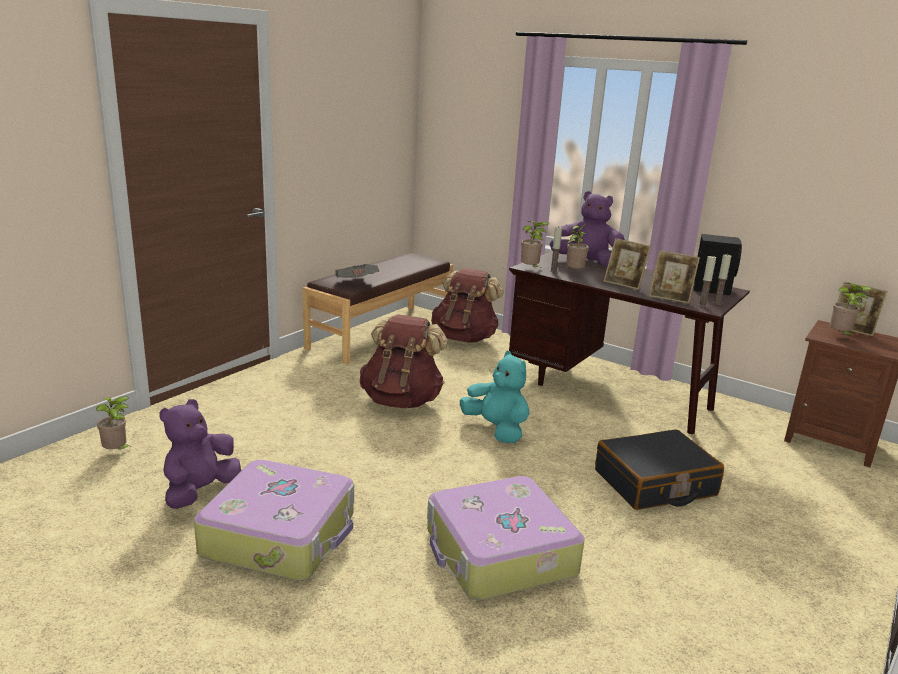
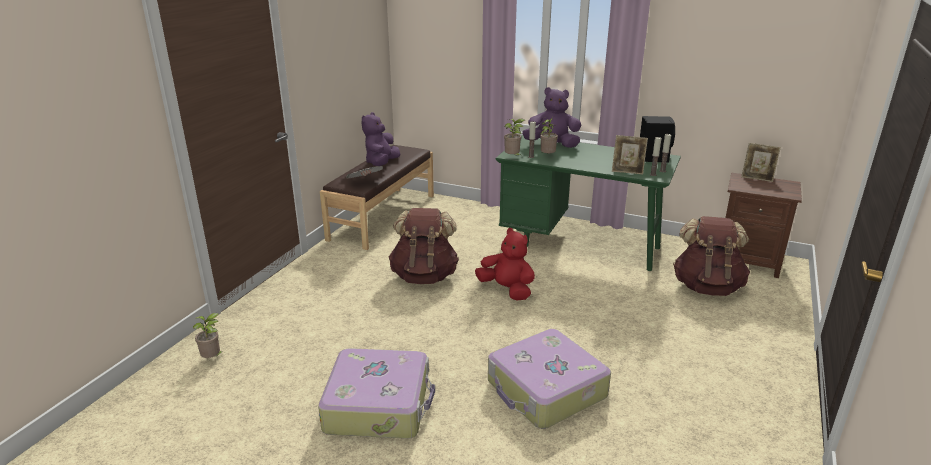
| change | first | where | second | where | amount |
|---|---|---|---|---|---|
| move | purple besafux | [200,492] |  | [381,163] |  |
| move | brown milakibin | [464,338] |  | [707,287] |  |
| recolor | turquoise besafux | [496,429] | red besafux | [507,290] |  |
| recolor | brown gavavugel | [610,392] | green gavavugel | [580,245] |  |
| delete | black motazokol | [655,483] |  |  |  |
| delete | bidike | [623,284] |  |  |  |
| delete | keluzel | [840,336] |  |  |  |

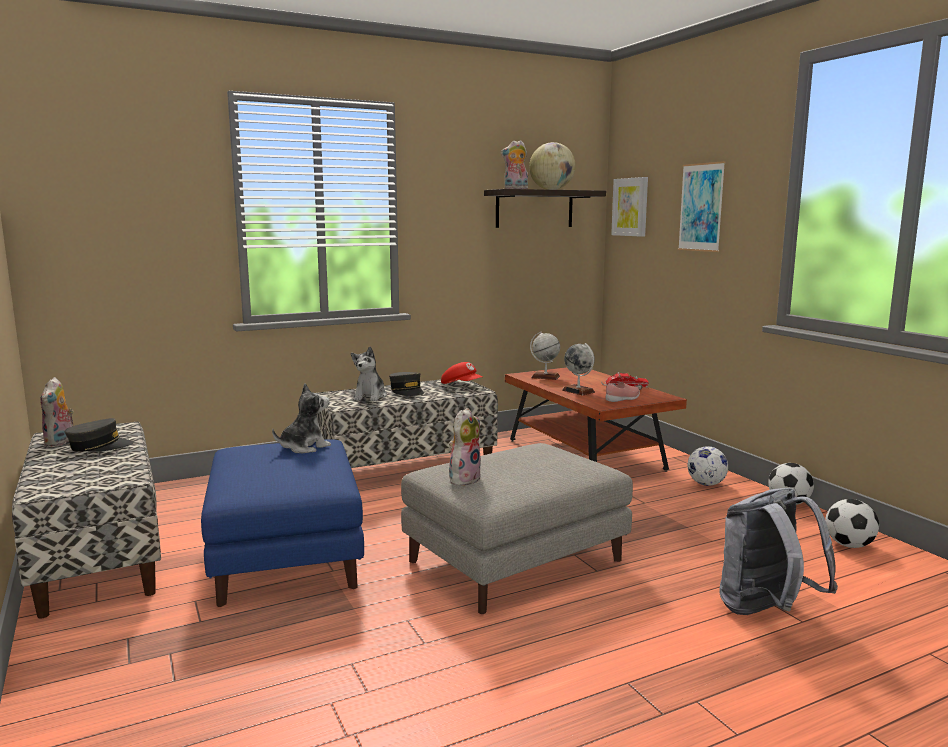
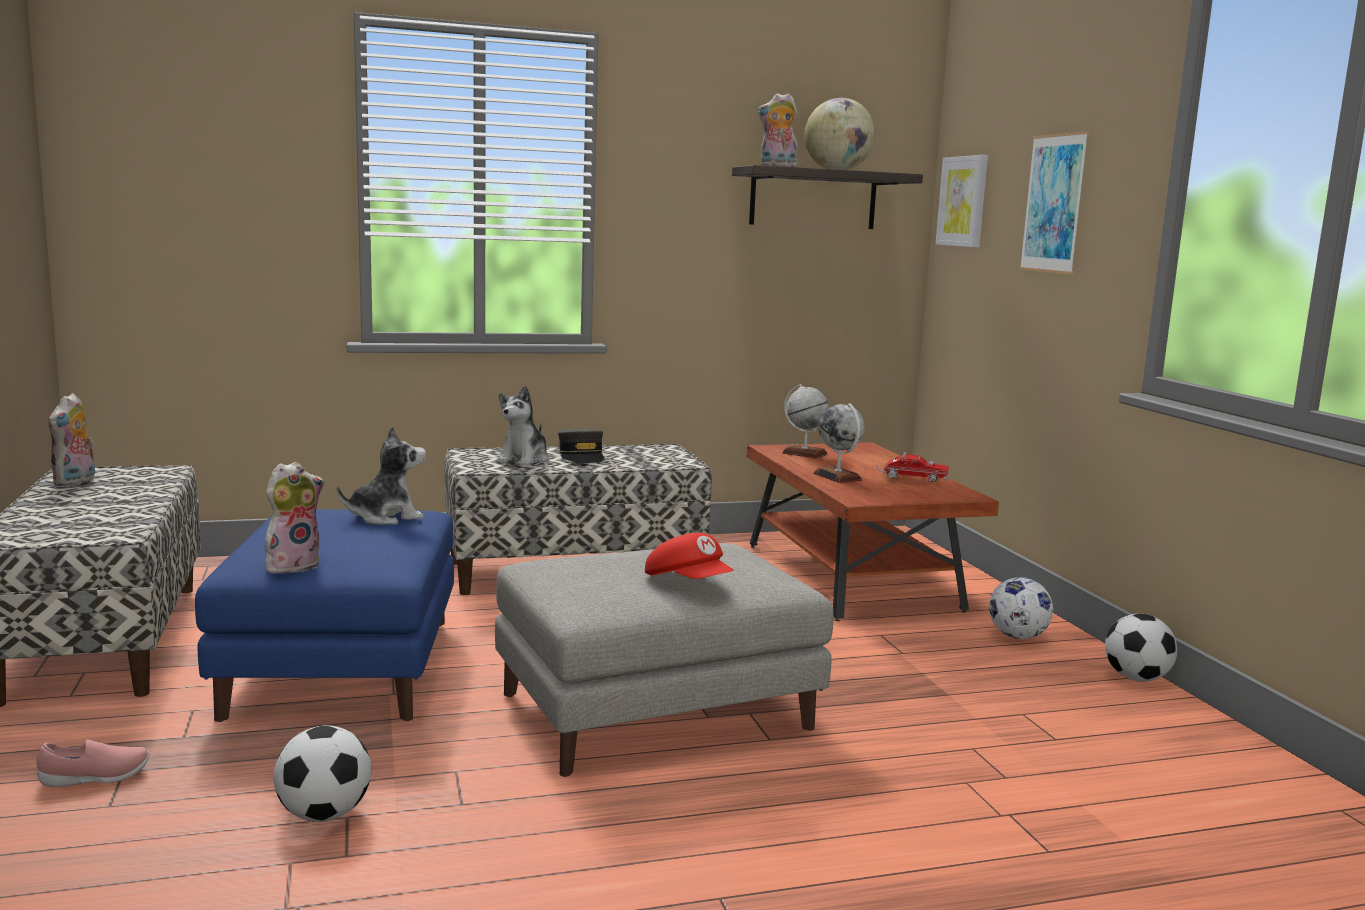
| change | first | where | second | where | amount |
|---|---|---|---|---|---|
| delete | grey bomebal | [99,446] |  |  |  |
| move | red bomebal | [462,385] |  | [689,583] |  |
| move | besafux | [464,479] |  | [293,565] |  |
| move | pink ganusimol | [623,399] |  | [95,778] |  |
| delete | grey milakibin | [765,611] |  |  |  |
| move | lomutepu | [849,545] |  | [324,815] |  |

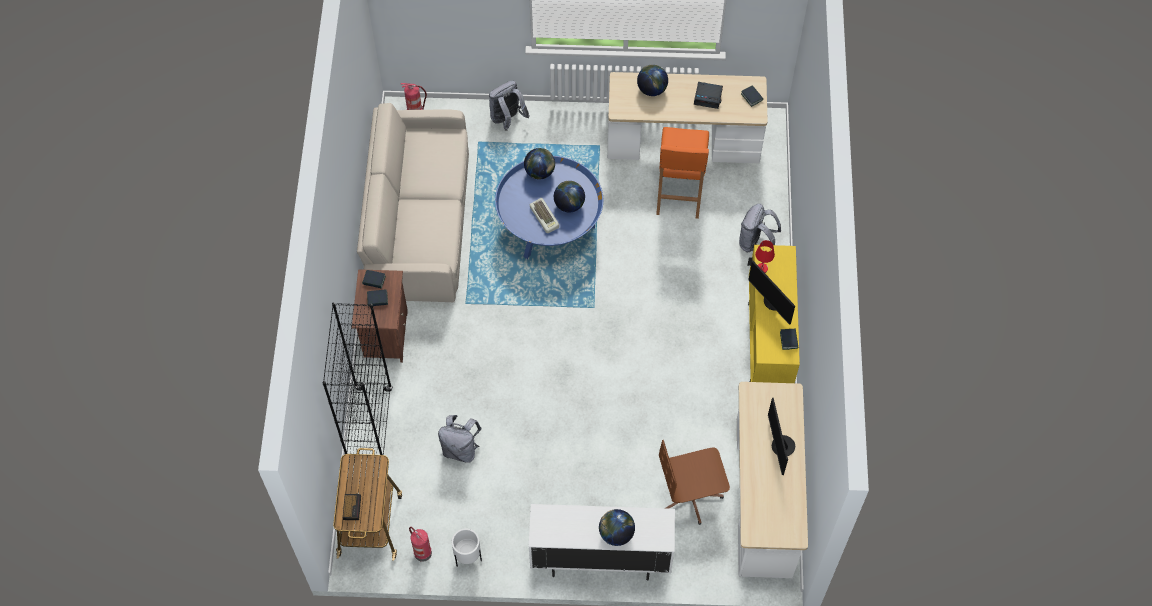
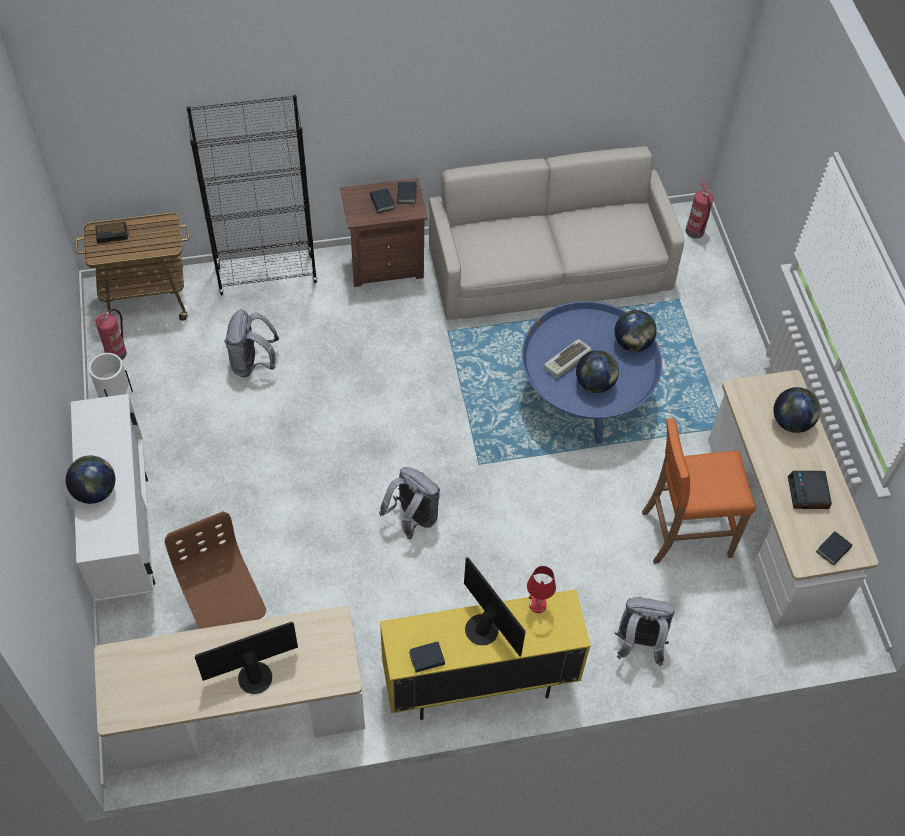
| change | first | where | second | where | amount |
|---|---|---|---|---|---|
| move | grey milakibin | [507,119] |  | [412,519] |  |
| rotate | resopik | [772,302] |  | [485,627] | 105 degrees clockwise |

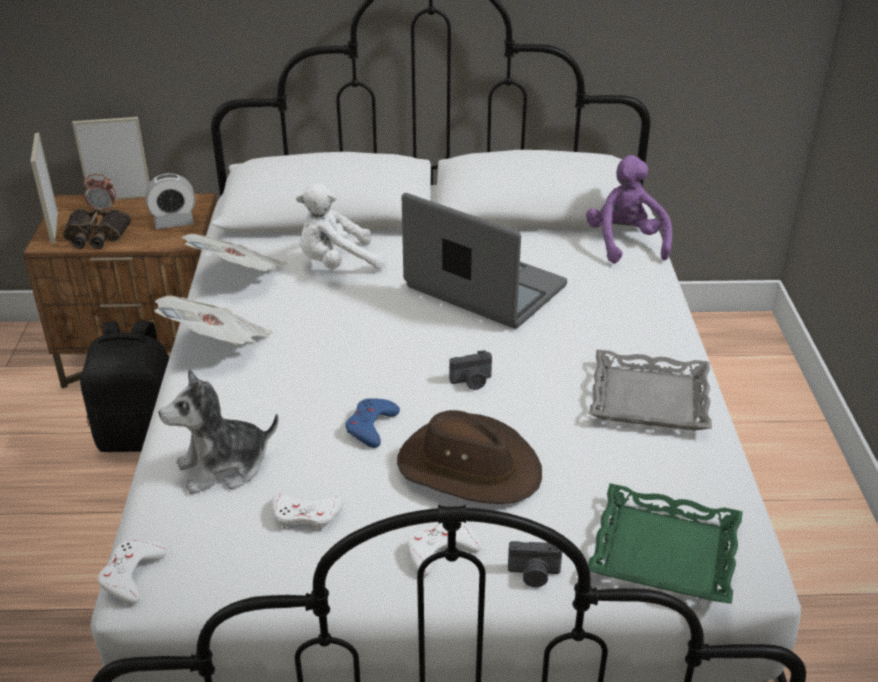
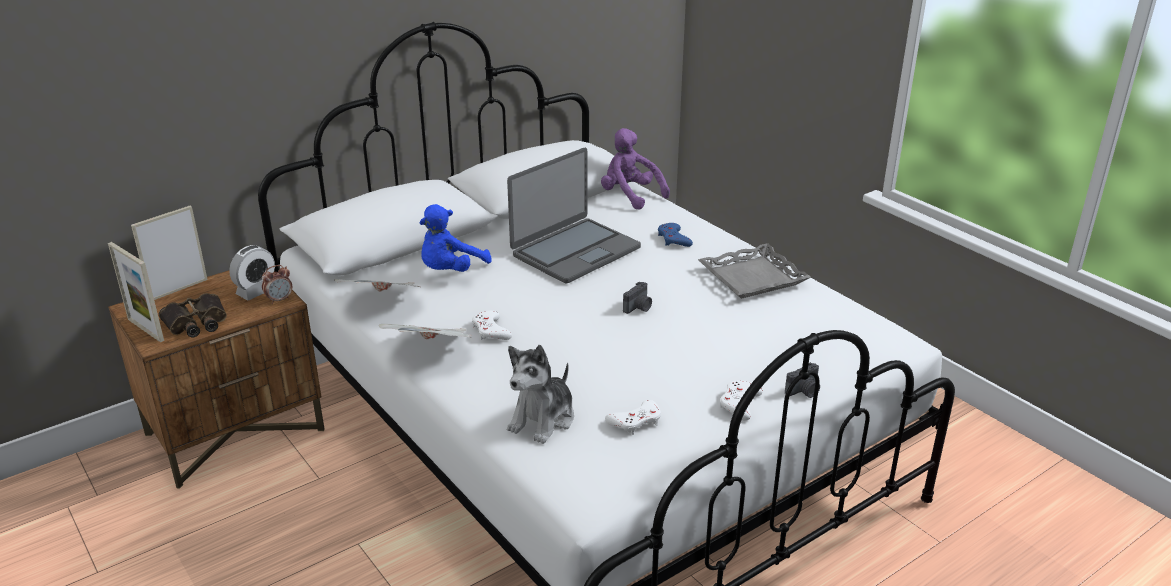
| change | first | where | second | where | amount |
|---|---|---|---|---|---|
| delete | black milakibin | [142,436] |  |  |  |
| move | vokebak | [103,210] |  | [279,300] |  |
| move | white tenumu | [131,575] |  | [491,330] |  |
| recolor | white besafux | [337,264] | blue besafux | [450,271] |  |
| move | blue tenumu | [371,426] |  | [673,239] |  |
| delete | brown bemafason | [468,467] |  |  |  |
| rotate | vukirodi | [484,288] |  | [575,251] | 135 degrees clockwise |
| delete | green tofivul | [665,551] |  |  |  |

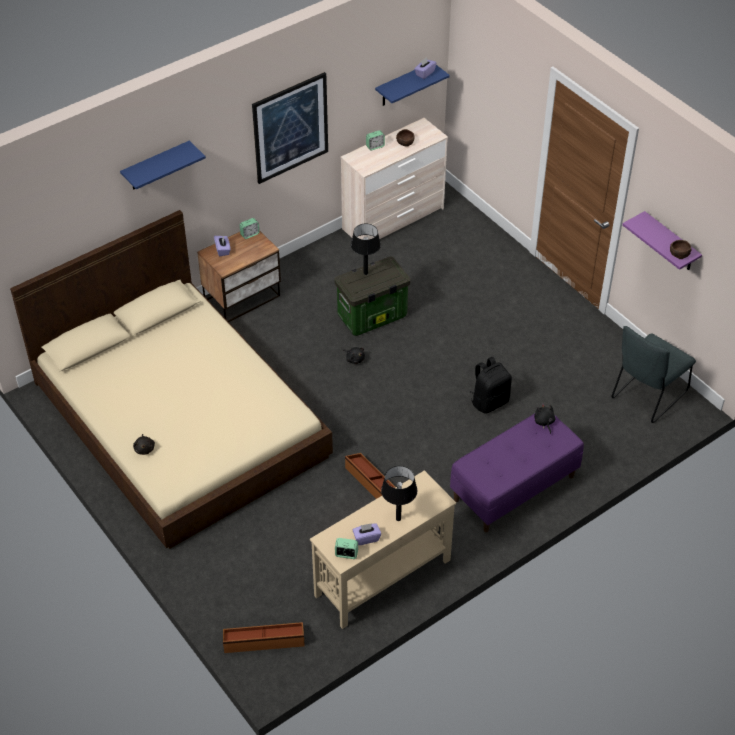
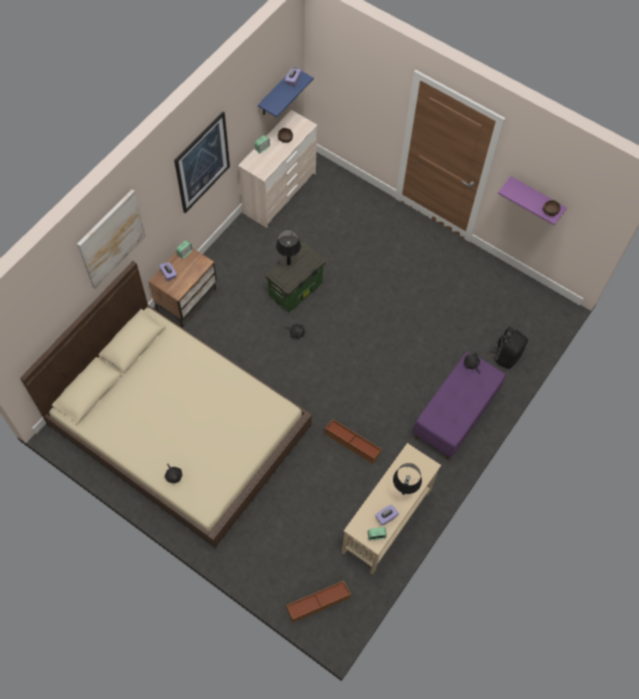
| change | first | where | second | where | amount |
|---|---|---|---|---|---|
| replace | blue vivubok | [156,166] | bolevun | [111,239] |  |
| move | black milakibin | [489,401] |  | [506,356] |  |
| delete | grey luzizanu | [647,396] |  |  |  |

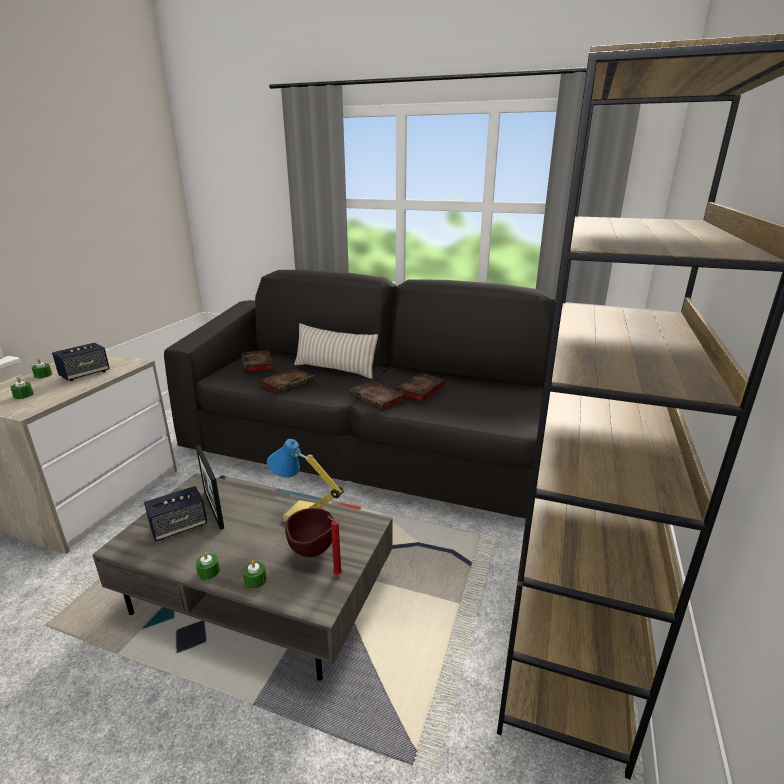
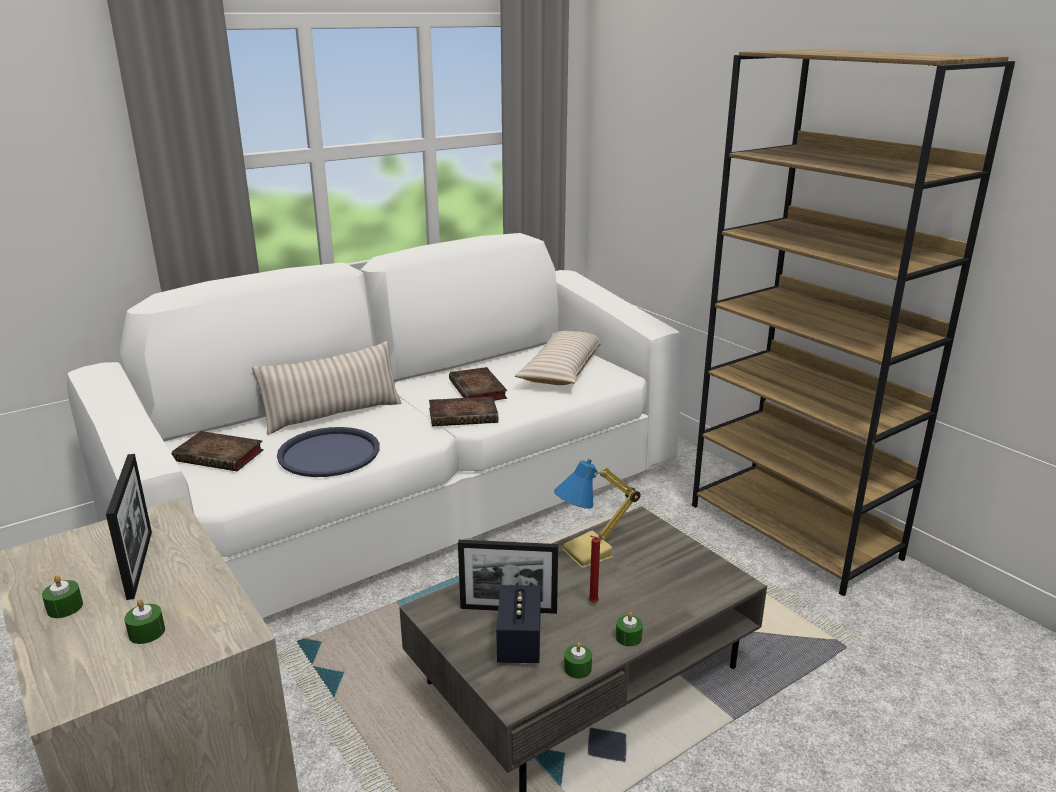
| change | first | where | second | where | amount |
|---|---|---|---|---|---|
| replace | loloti | [85,374] | bidike | [139,564] |  |
| recolor | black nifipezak | [378,452] | white nifipezak | [416,504] |  |
| move | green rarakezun | [255,580] |  | [577,668] |  |
| replace | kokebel | [287,383] | blue tofivul | [329,453] |  |
| delete | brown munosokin | [311,553] |  |  |  |
| move | red rarakezun | [336,574] |  | [592,603] |  |
| insert |  |  | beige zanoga | [562,370] |  |

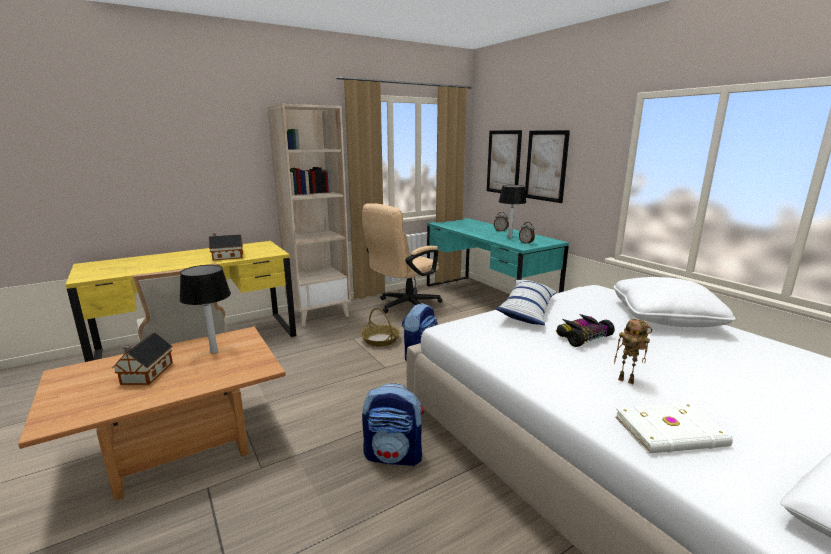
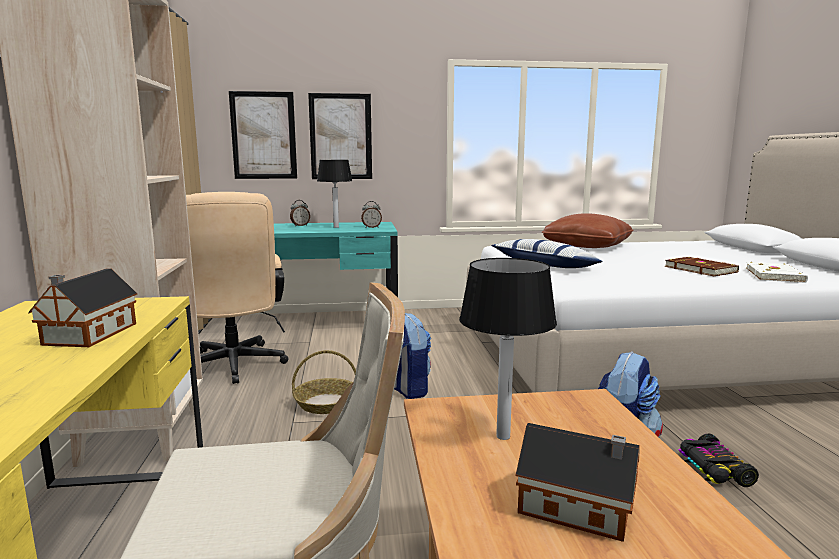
| change | first | where | second | where | amount |
|---|---|---|---|---|---|
| move | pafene | [582,337] |  | [713,469] |  |
| recolor | white zanoga | [665,317] | brown zanoga | [586,246] |  |
| replace | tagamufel | [627,380] | brown kokebel | [700,269] |  |

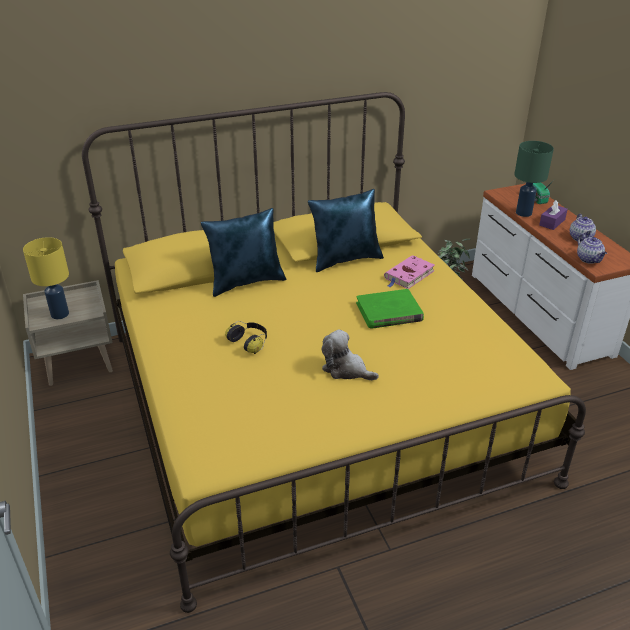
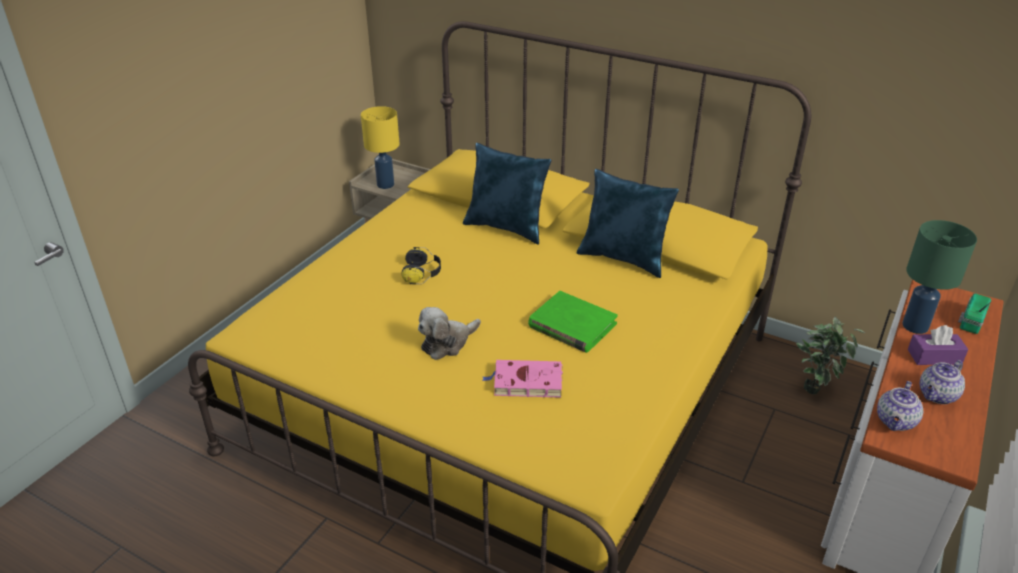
| change | first | where | second | where | amount |
|---|---|---|---|---|---|
| rotate | besafux | [346,369] |  | [447,343] | 120 degrees counterclockwise |
| move | pink kokebel | [408,275] |  | [525,382] |  |

